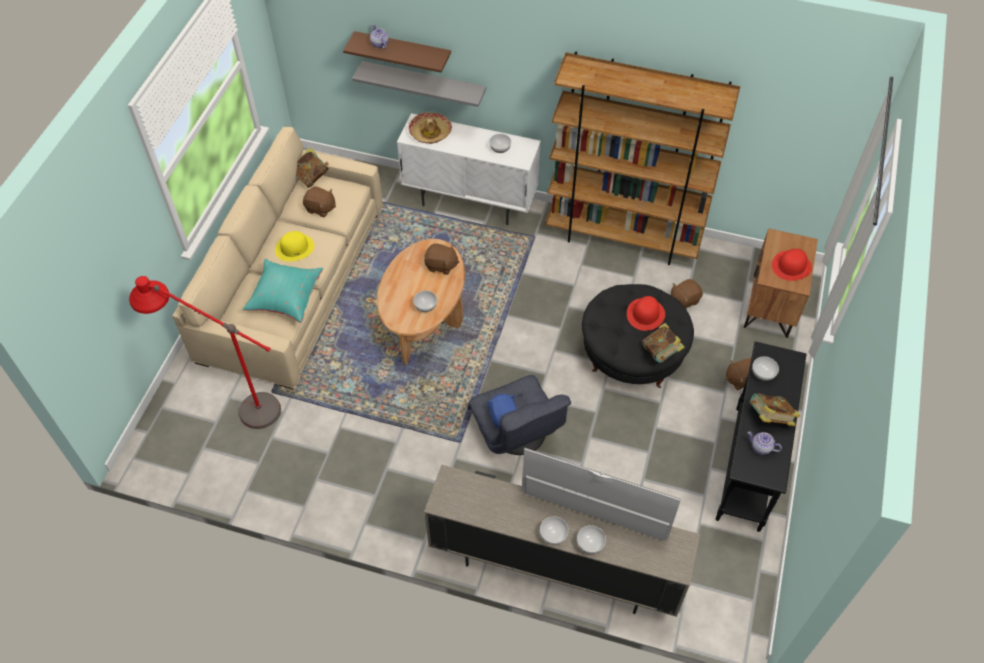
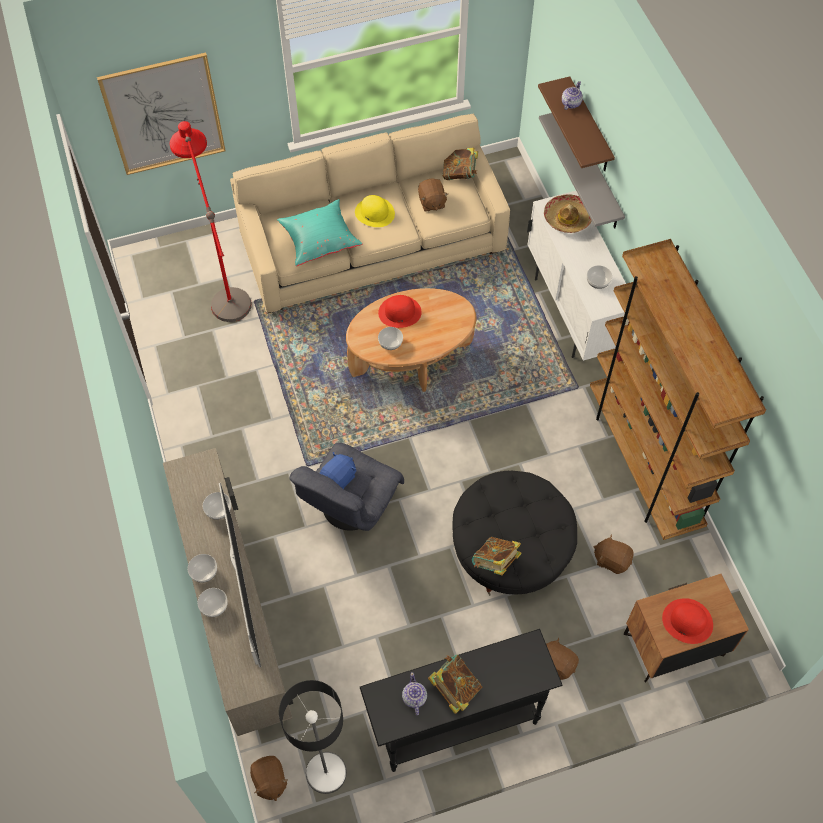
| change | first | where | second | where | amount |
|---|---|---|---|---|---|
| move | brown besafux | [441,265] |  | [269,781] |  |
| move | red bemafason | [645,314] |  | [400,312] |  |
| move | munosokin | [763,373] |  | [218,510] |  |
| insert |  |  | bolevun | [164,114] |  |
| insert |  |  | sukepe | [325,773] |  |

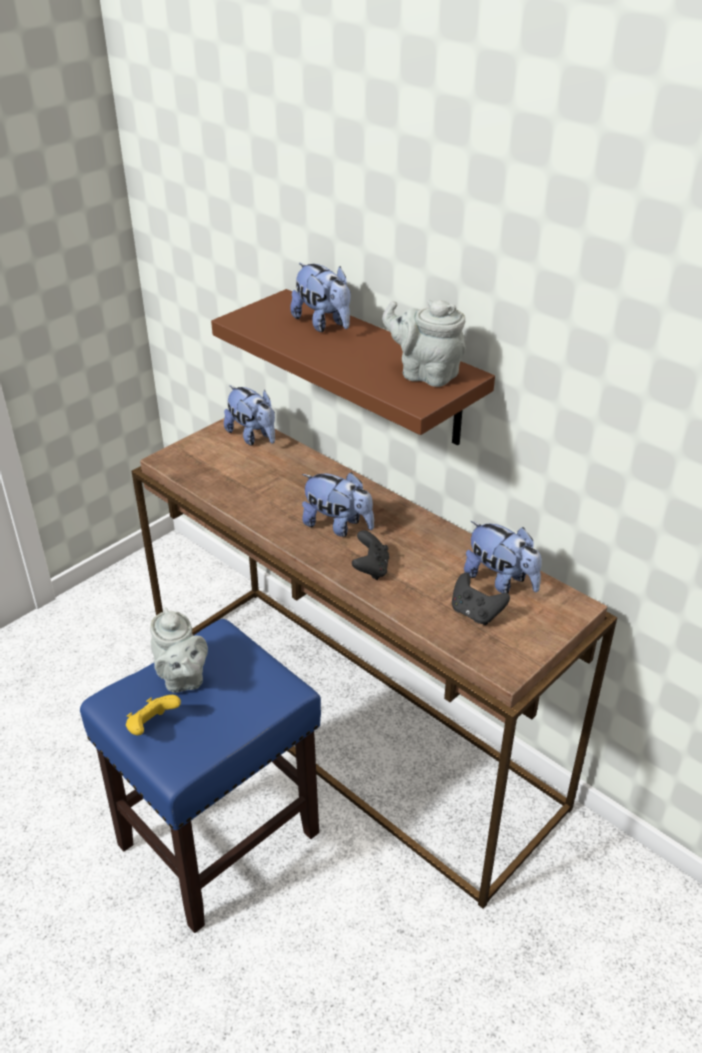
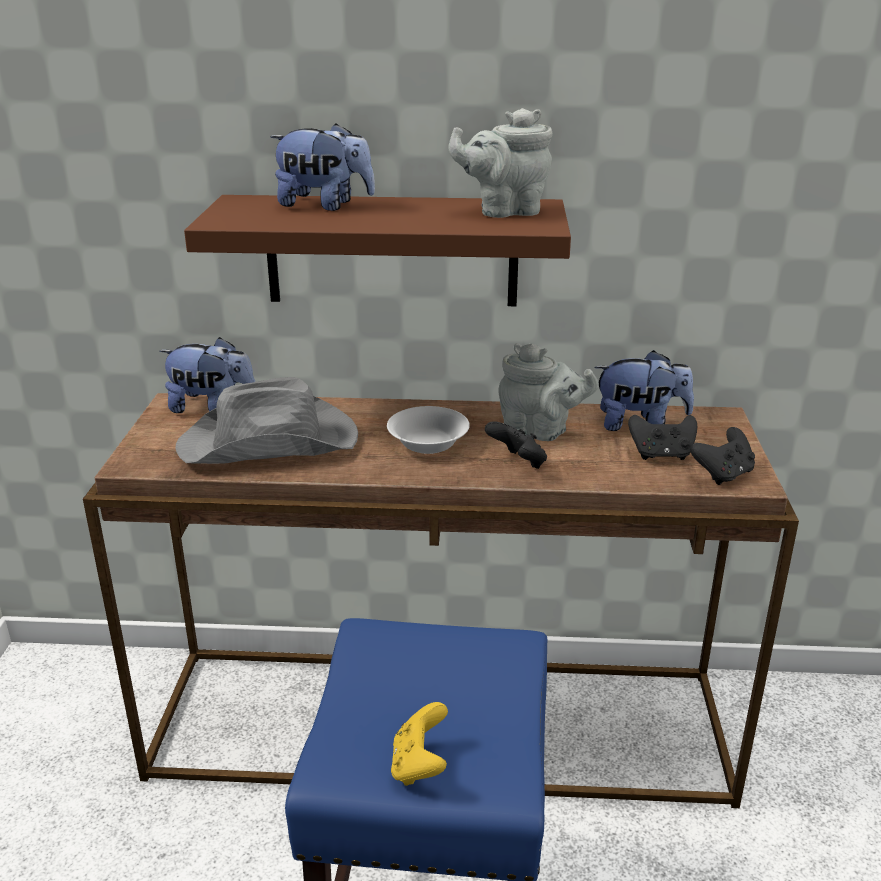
| change | first | where | second | where | amount |
|---|---|---|---|---|---|
| move | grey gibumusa | [182,679] |  | [540,432] |  |
| replace | besafux | [338,526] | white munosokin | [429,444] |  |
| insert |  |  | grey bemafason | [270,443] |  |
| insert |  |  | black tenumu | [723,475] |  |

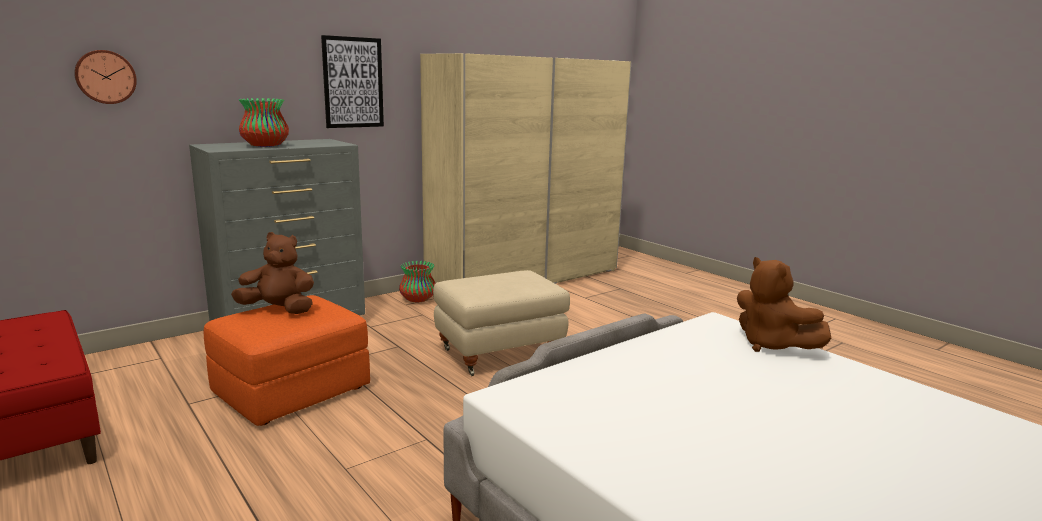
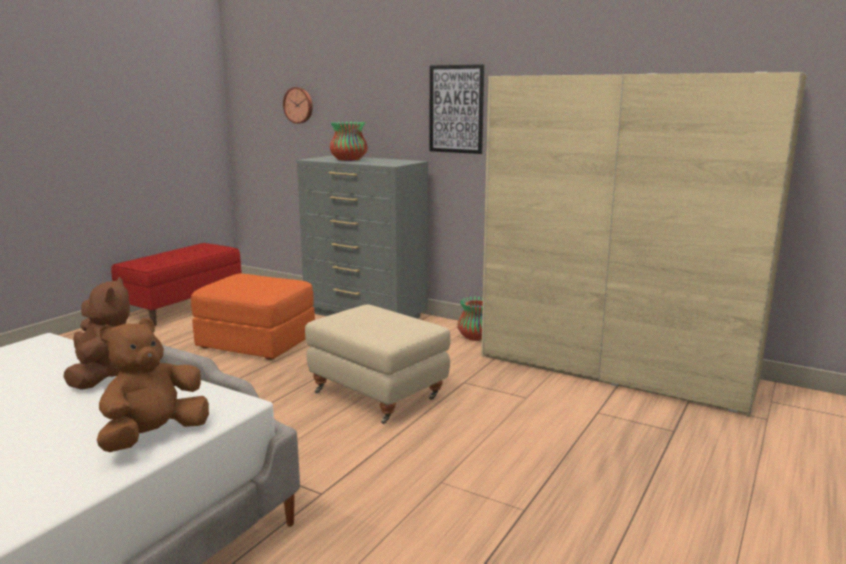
| change | first | where | second | where | amount |
|---|---|---|---|---|---|
| move | brown besafux | [279,310] |  | [102,374] |  |

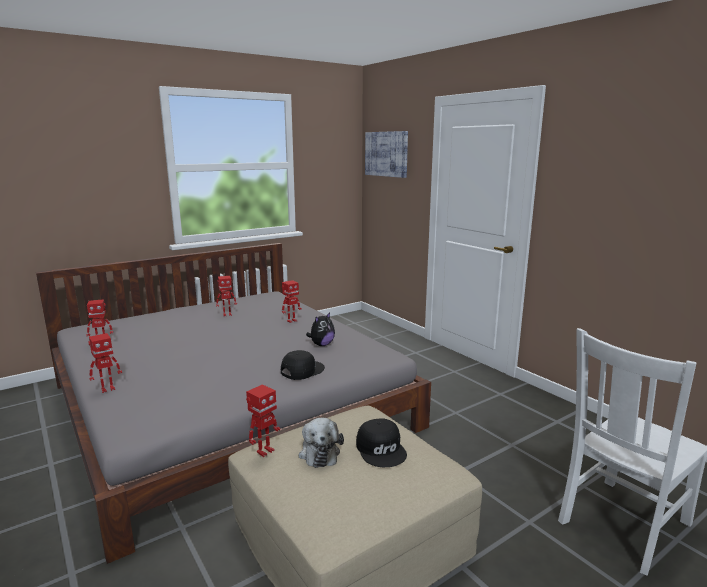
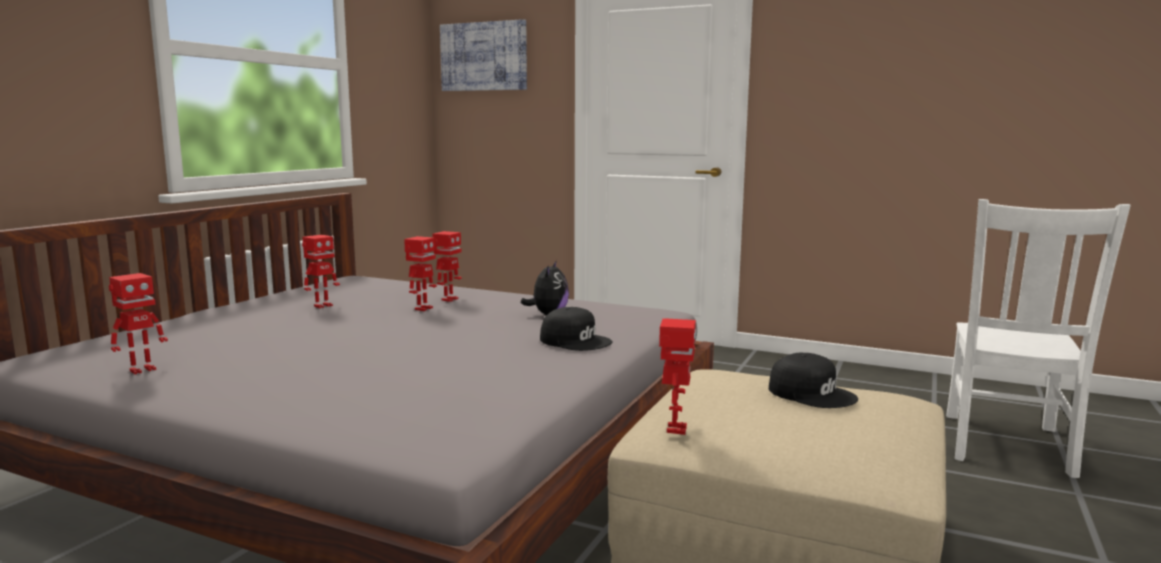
| change | first | where | second | where | amount |
|---|---|---|---|---|---|
| move | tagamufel | [107,389] |  | [422,308] |  |
| rotate | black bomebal | [302,370] |  | [576,341] | 105 degrees clockwise |
| delete | besafux | [319,452] |  |  |  |

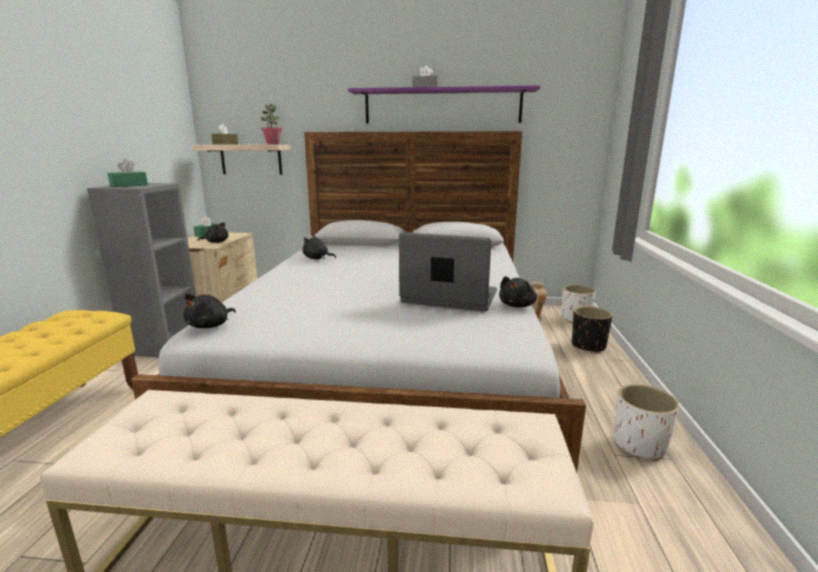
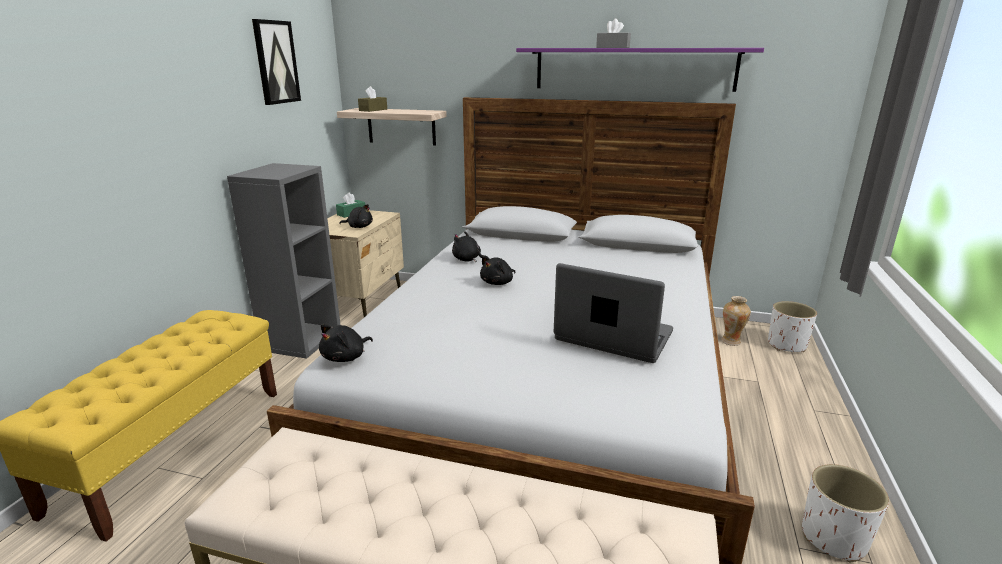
| change | first | where | second | where | amount |
|---|---|---|---|---|---|
| delete | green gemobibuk | [129,185] |  |  |  |
| delete | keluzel | [272,144] |  |  |  |
| move | black besafux | [517,305] |  | [498,283] |  |
| delete | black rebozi | [588,346] |  |  |  |
| insert |  |  | bolevun | [276,62] |  |

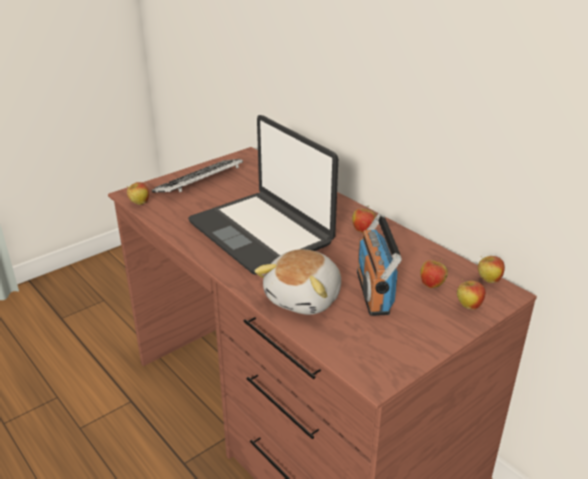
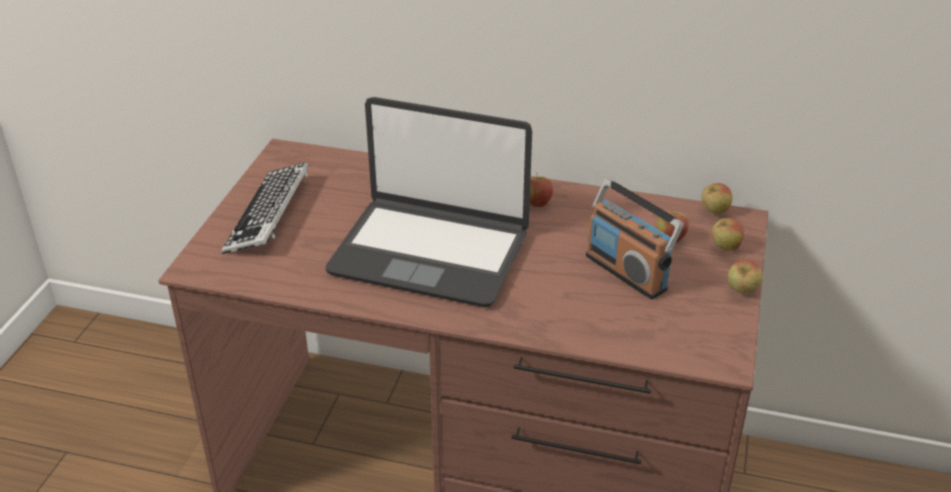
| change | first | where | second | where | amount |
|---|---|---|---|---|---|
| move | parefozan | [139,203] |  | [741,291] |  |
| delete | besafux | [305,298] |  |  |  |

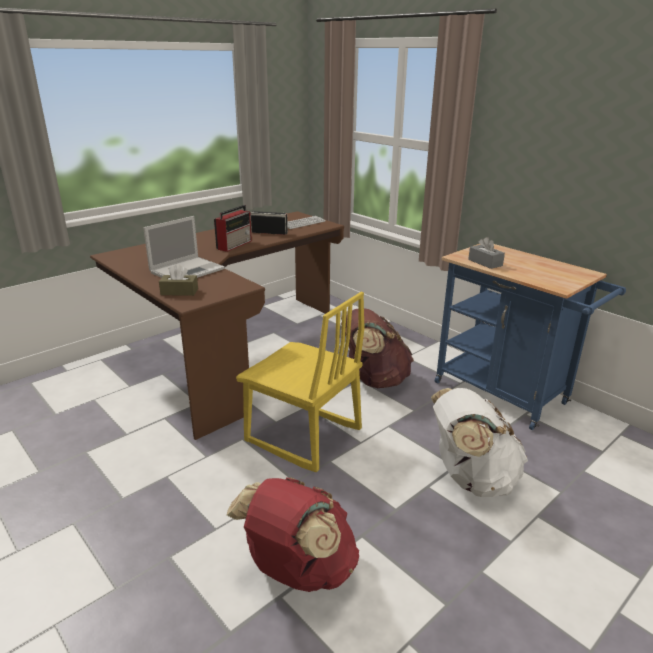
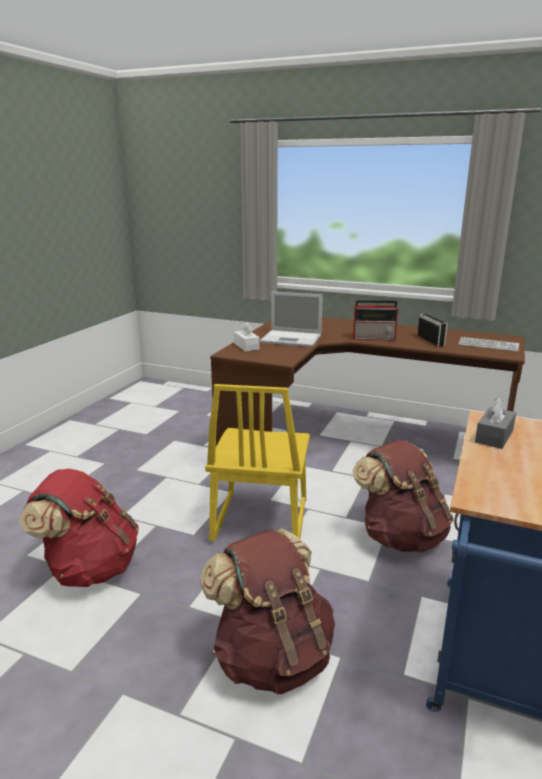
| change | first | where | second | where | amount |
|---|---|---|---|---|---|
| recolor | brown gemobibuk | [179,292] | white gemobibuk | [246,346] |  |
| recolor | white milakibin | [471,478] | brown milakibin | [272,657] |  |

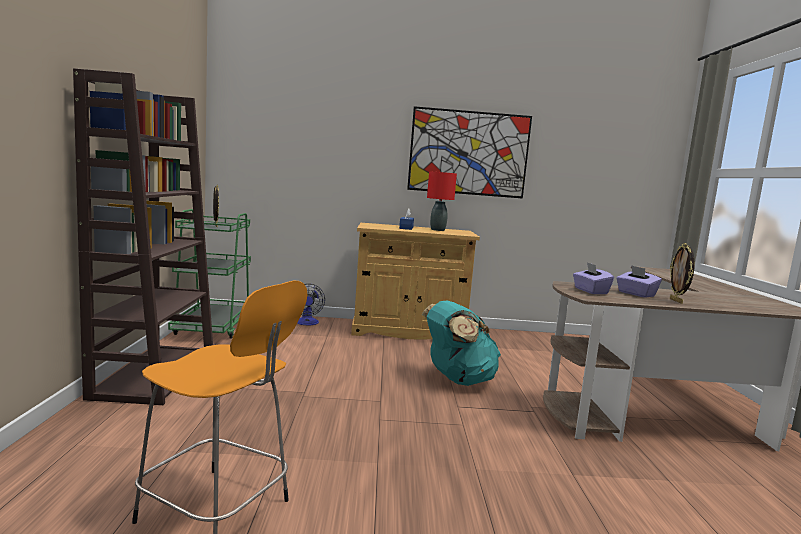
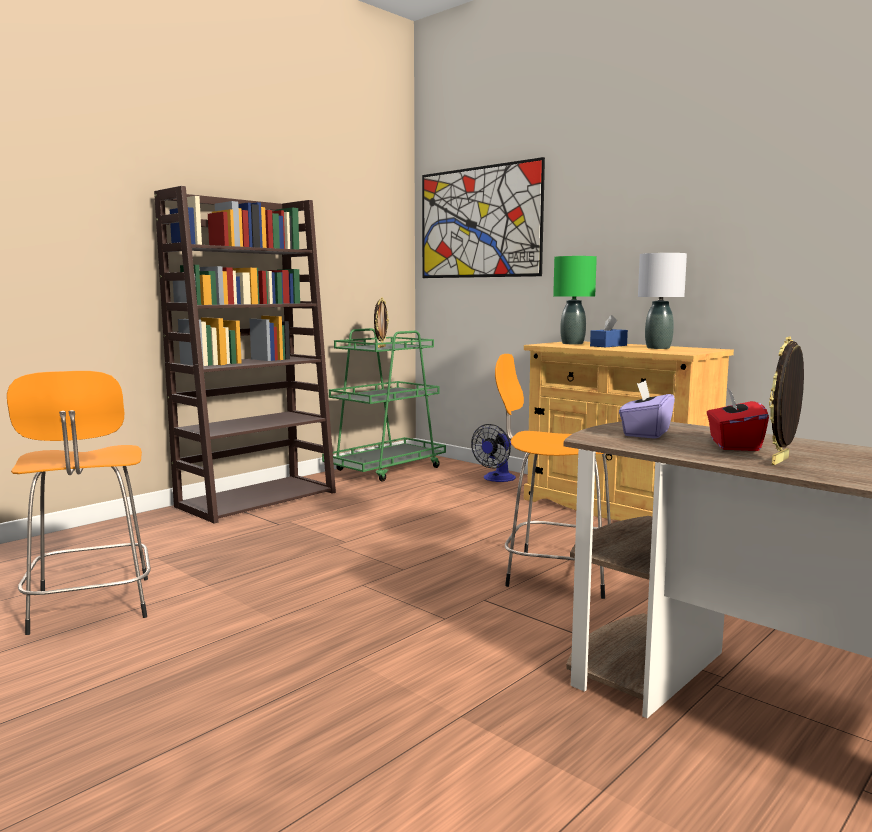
| change | first | where | second | where | amount |
|---|---|---|---|---|---|
| move | bolevun | [468,153] |  | [479,222] |  |
| replace | turquoise milakibin | [457,380] | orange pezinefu | [556,574] |  |
| recolor | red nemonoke | [437,230] | grey nemonoke | [658,348] |  |
| recolor | purple gemobibuk | [636,294] | red gemobibuk | [733,445] |  |
| insert |  |  | green nemonoke | [573,343] |  |

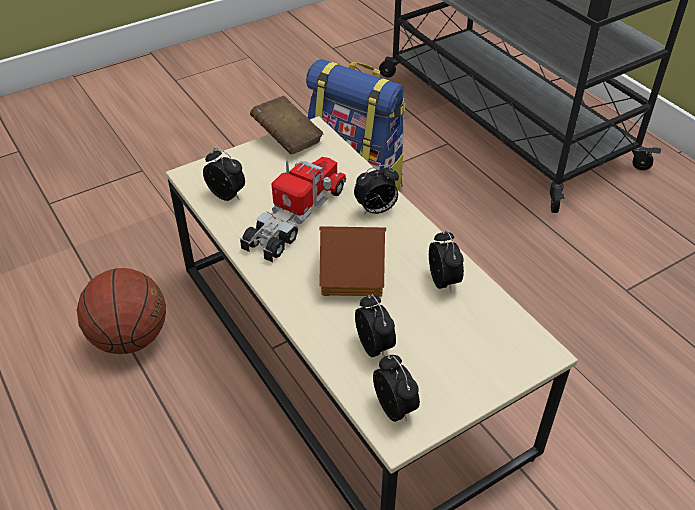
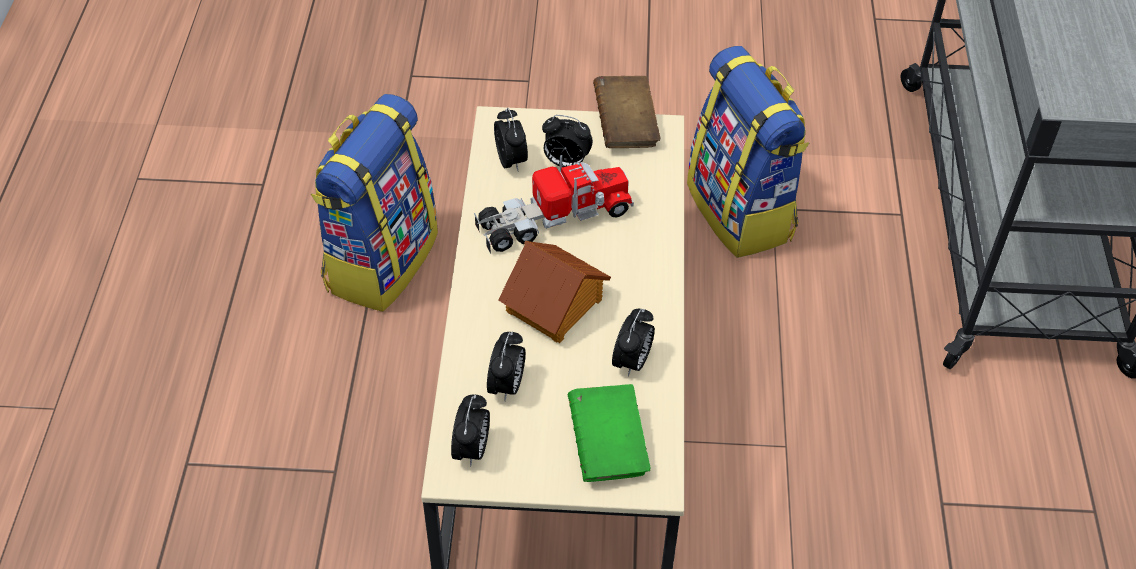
| change | first | where | second | where | amount |
|---|---|---|---|---|---|
| replace | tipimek | [130,338] | milakibin | [380,260] |  |
| move | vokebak | [376,210] |  | [565,163] |  |
| insert |  |  | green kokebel | [607,447] |  |

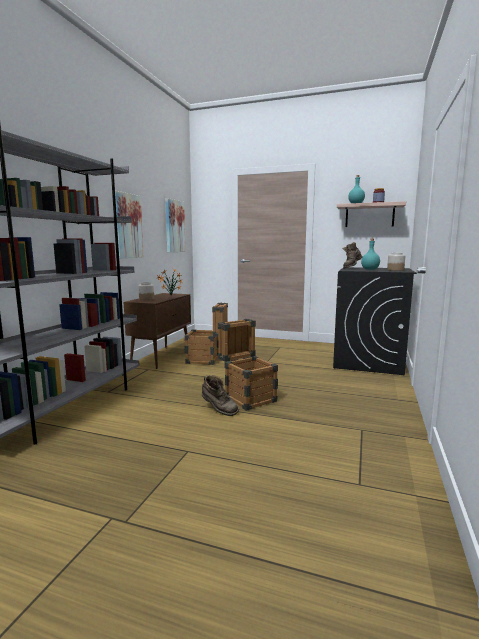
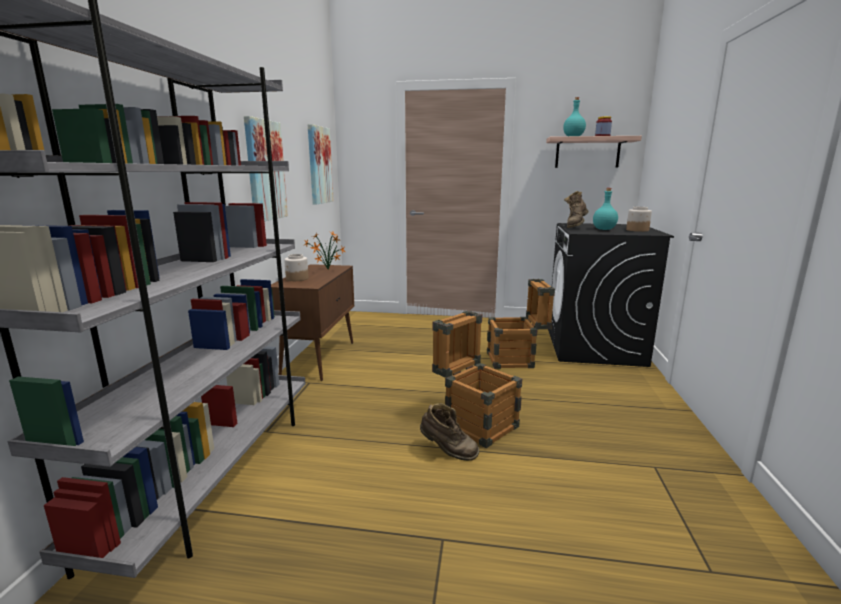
| change | first | where | second | where | amount |
|---|---|---|---|---|---|
| move | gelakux | [207,360] |  | [516,360] |  |

